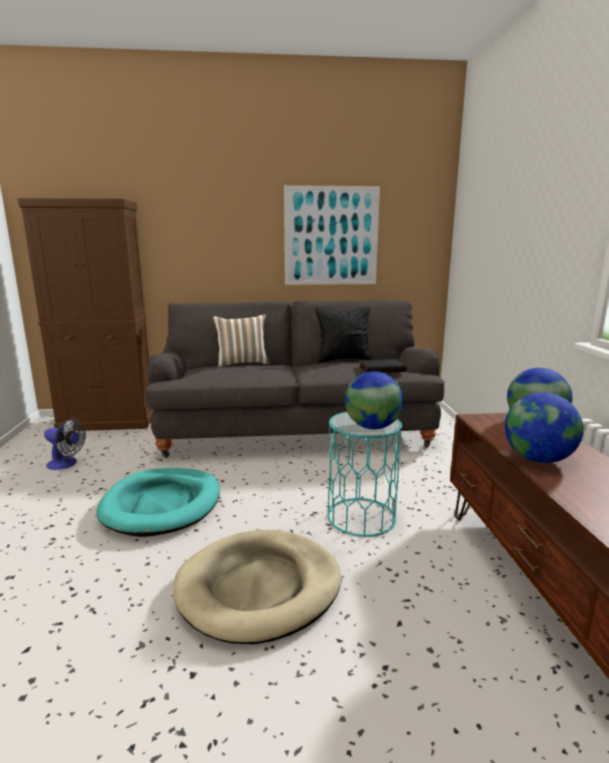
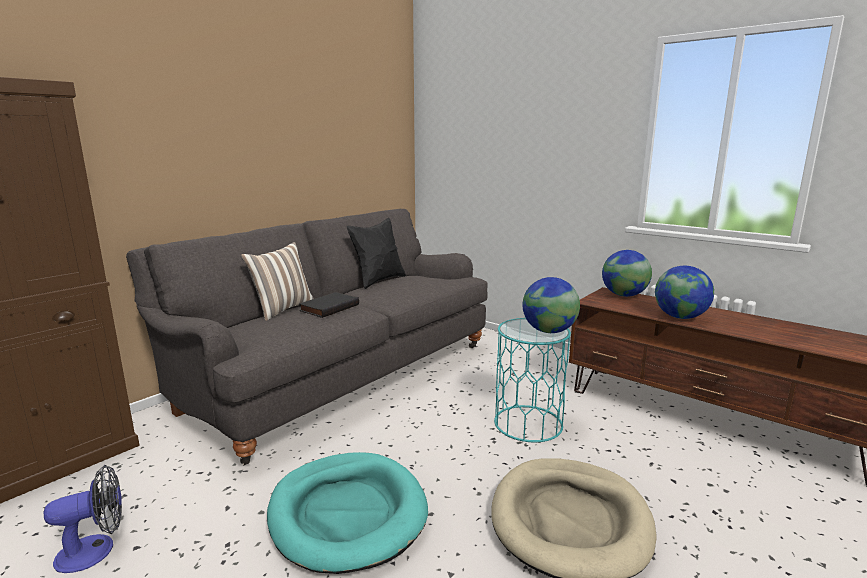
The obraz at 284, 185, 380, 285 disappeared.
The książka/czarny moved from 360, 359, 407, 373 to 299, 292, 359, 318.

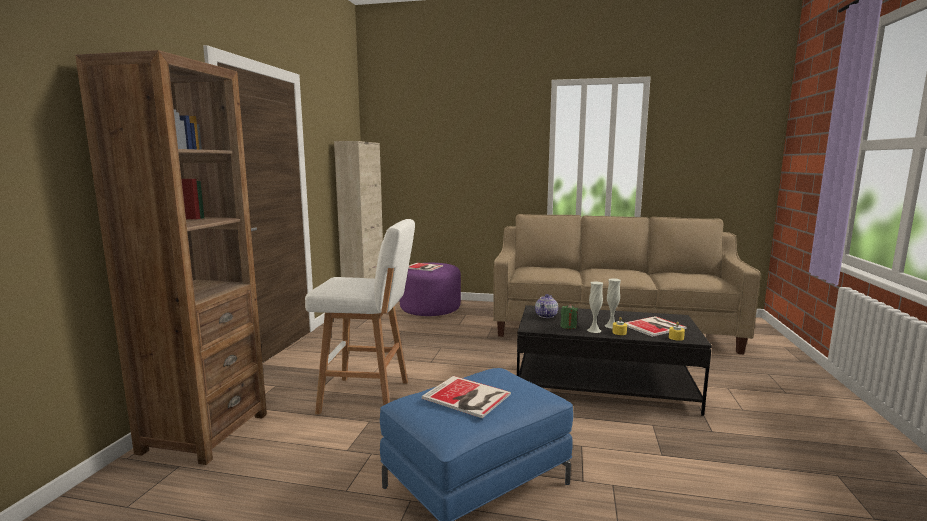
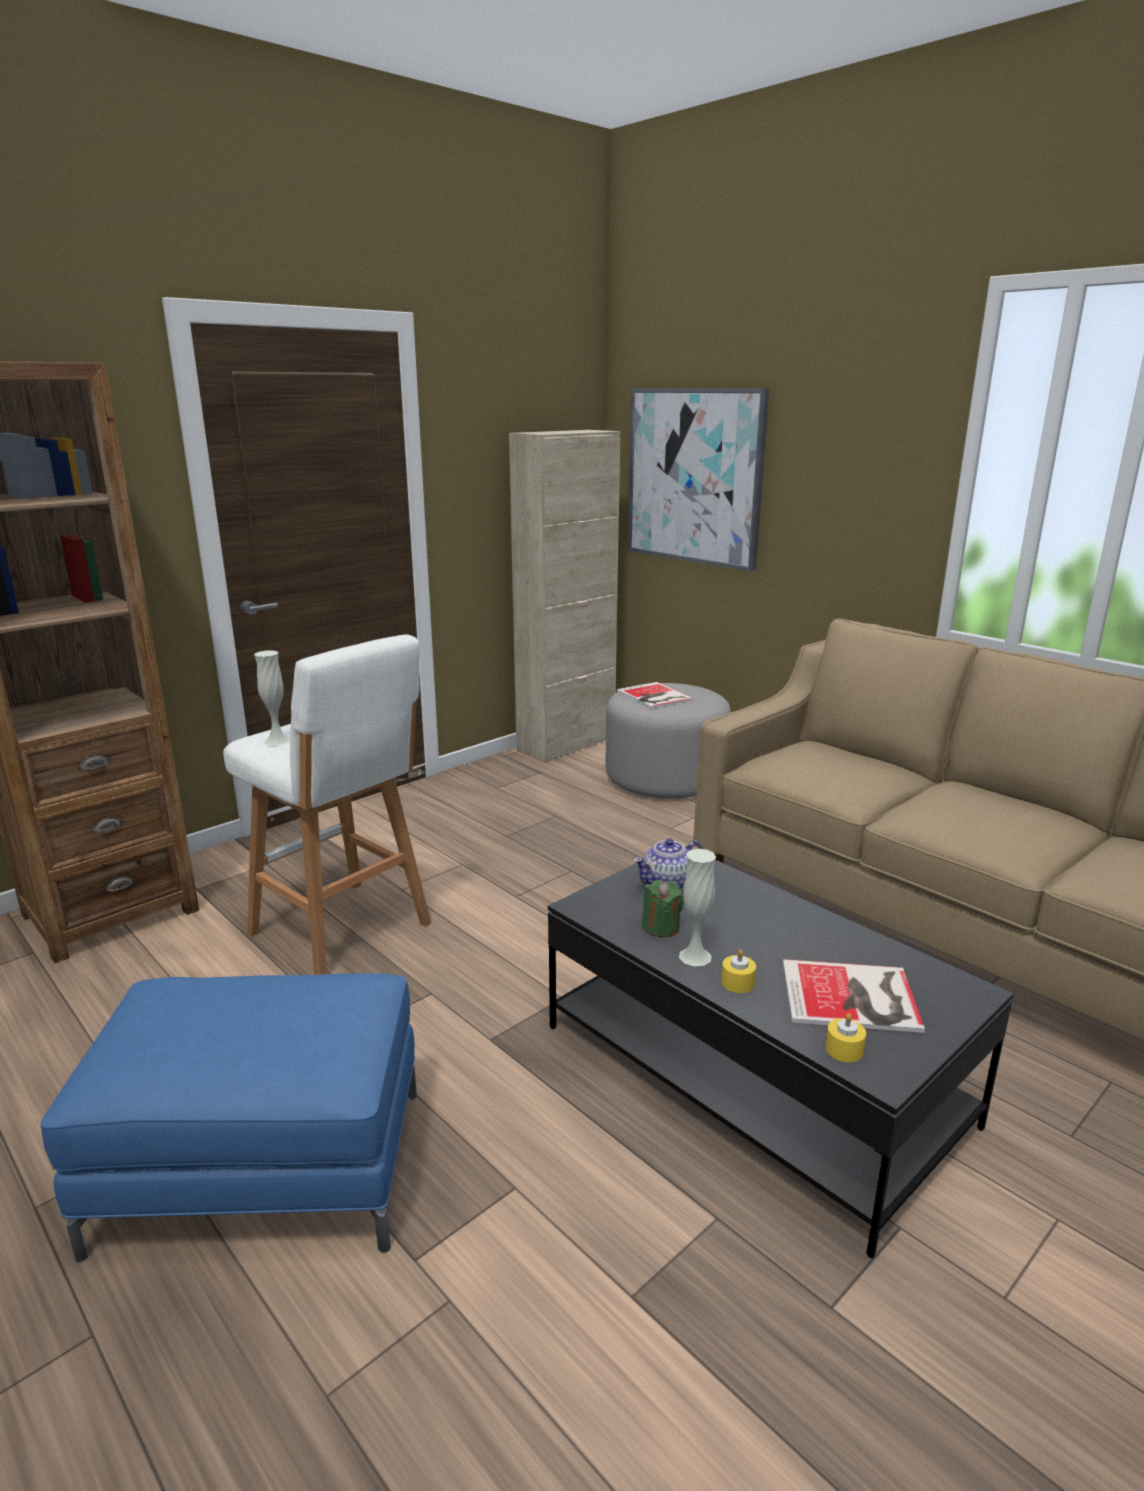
The książka at 422, 376, 511, 418 disappeared.
The obraz at 628, 388, 769, 571 appeared.
The wazon/biały moved from 604, 278, 621, 329 to 254, 650, 290, 746.
The pufa/fioletowy at 400, 263, 461, 316 became the pufa/szary at 605, 683, 731, 799.

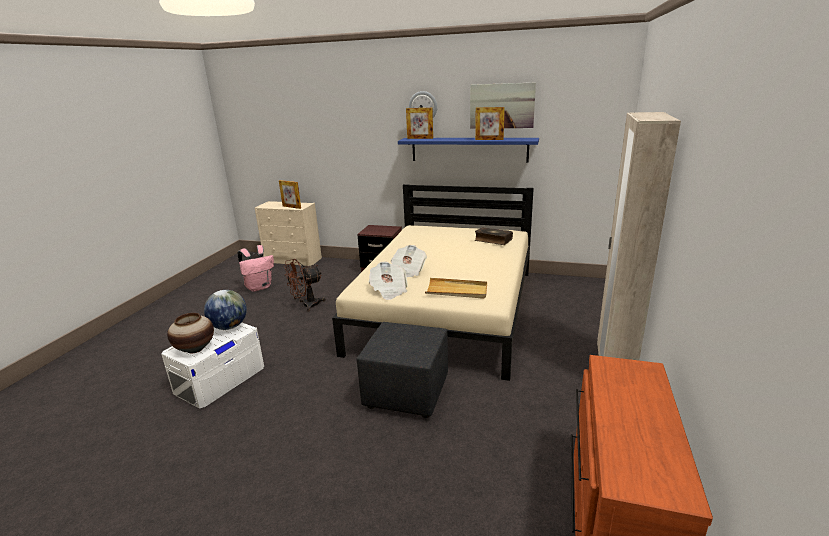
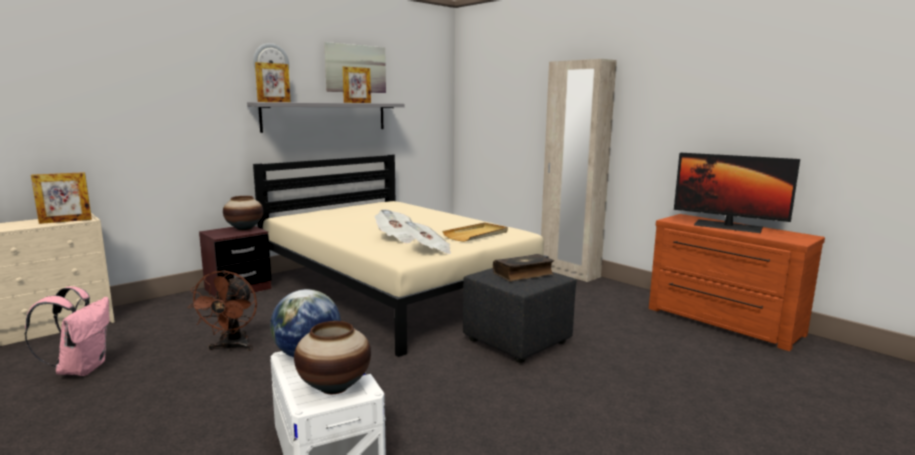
The wazon at 223, 196, 263, 230 appeared.
The monitor at 674, 153, 800, 233 appeared.
The książka moved from 475, 227, 513, 245 to 493, 254, 554, 282.
The półka/niebieski at 398, 138, 539, 163 became the półka/szary at 247, 102, 404, 133.

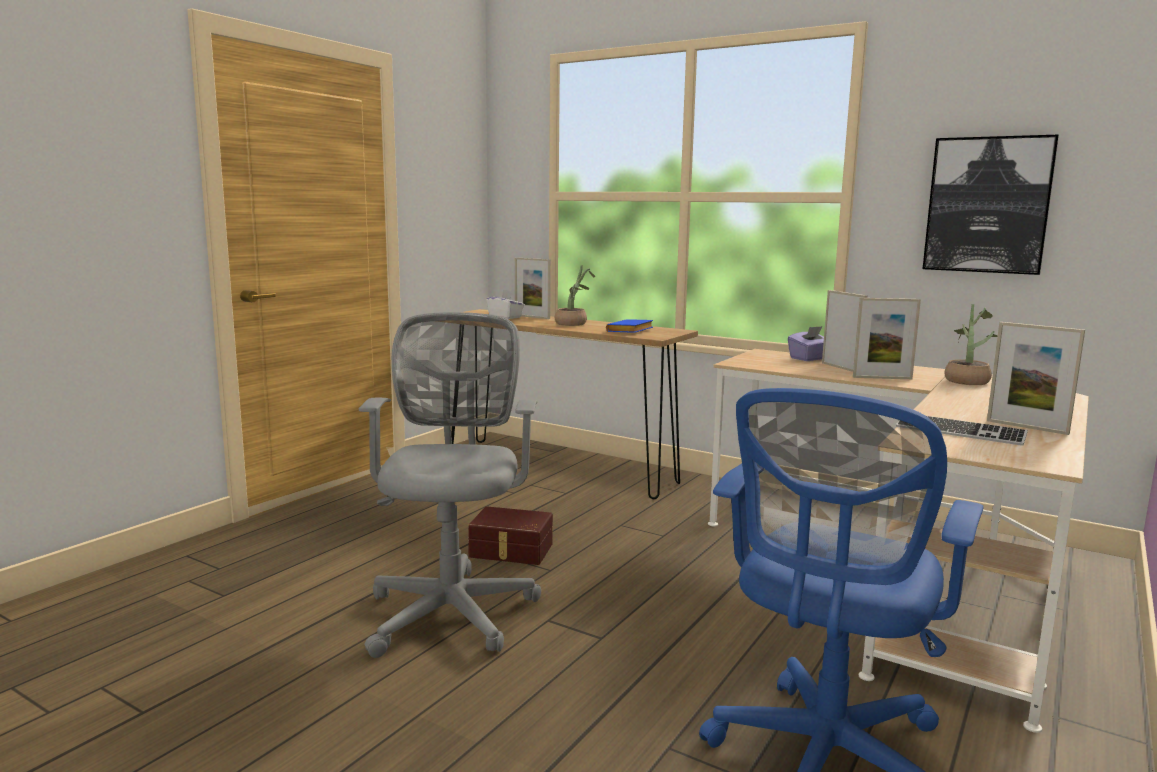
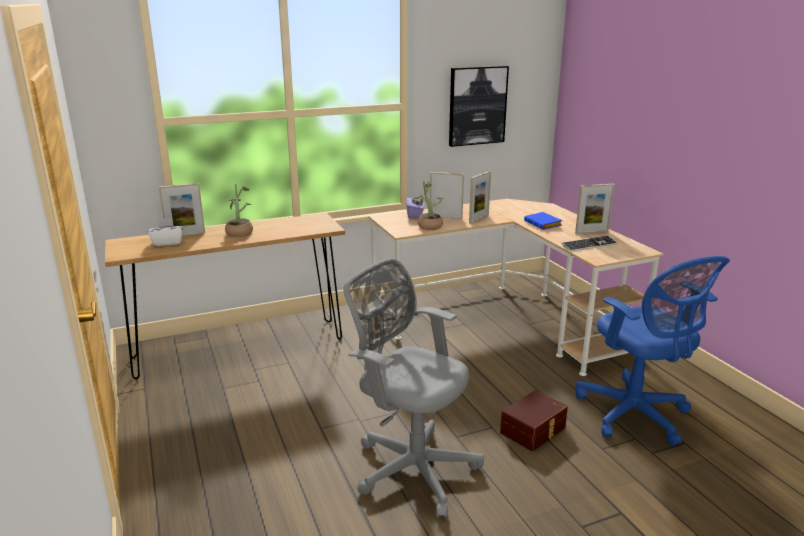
The pojemnik do przechowywania/brązowy moved from 468, 506, 553, 565 to 500, 390, 568, 451.
The książka/niebieski moved from 606, 319, 653, 333 to 524, 212, 562, 230.
The roślina doniczkowa moved from 945, 304, 998, 385 to 414, 181, 443, 230.

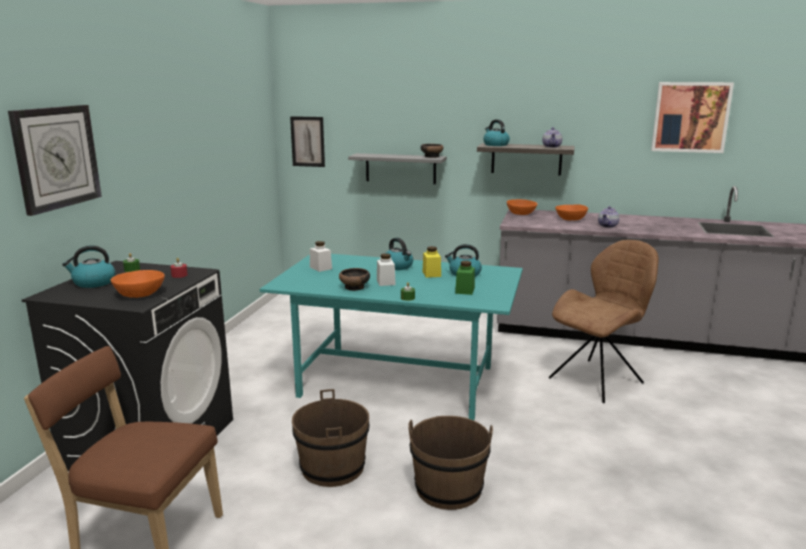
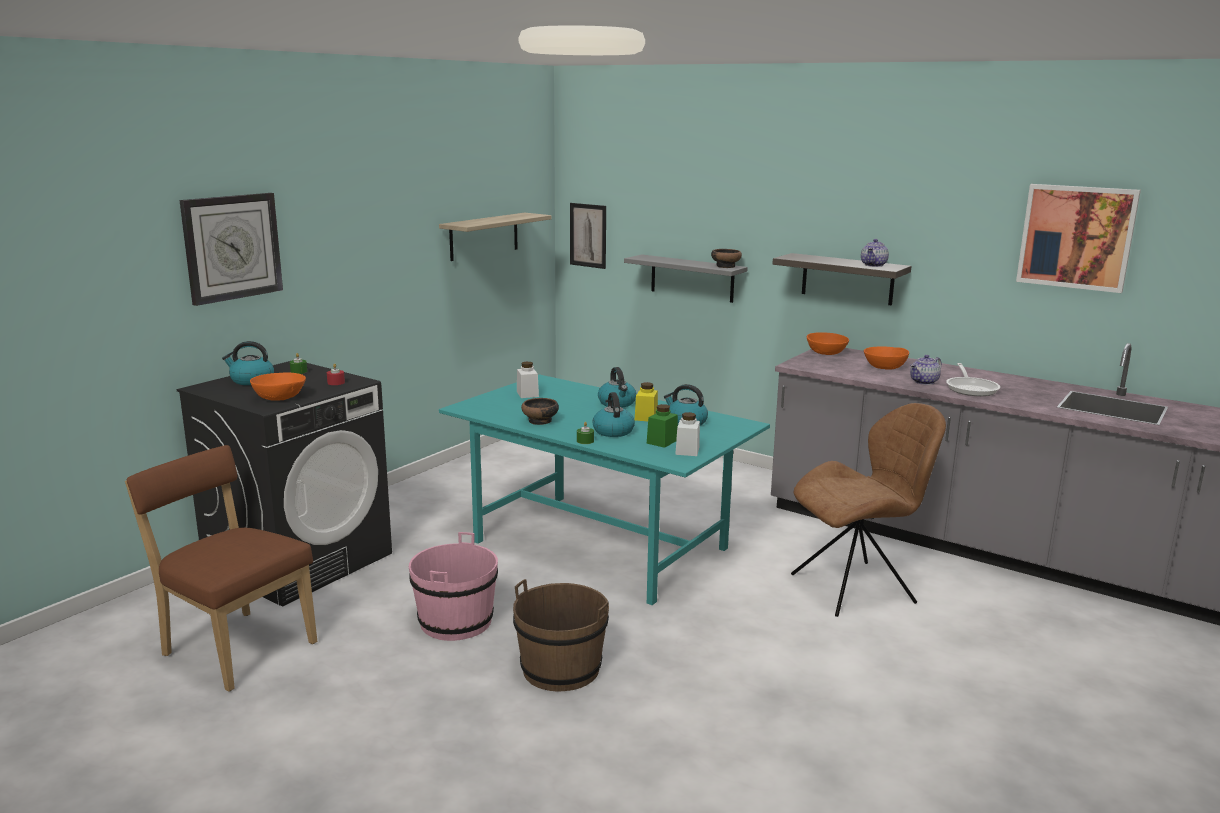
The półka at 439, 213, 552, 261 appeared.
The patelnia at 946, 363, 1000, 396 appeared.
The słoik/biały moved from 377, 253, 396, 286 to 675, 412, 700, 456.
The czajnik moved from 483, 119, 510, 146 to 592, 392, 635, 437.
The wiadro/brązowy at 292, 389, 370, 487 became the wiadro/różowy at 409, 532, 498, 641.

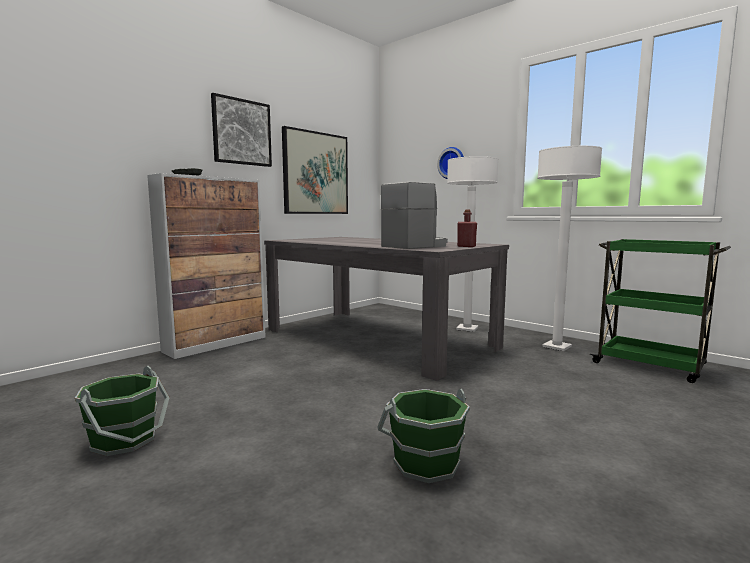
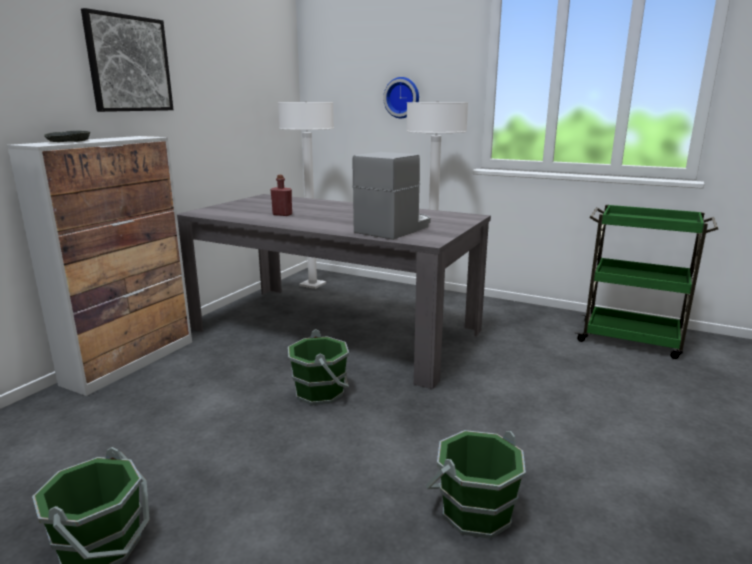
The obraz at 282, 126, 348, 214 disappeared.
The wiadro/zielony at 288, 329, 349, 405 appeared.
The butelka/czerwony moved from 457, 209, 477, 247 to 271, 175, 292, 216.
The lampa stojąca/biały moved from 537, 146, 602, 351 to 278, 101, 334, 289.

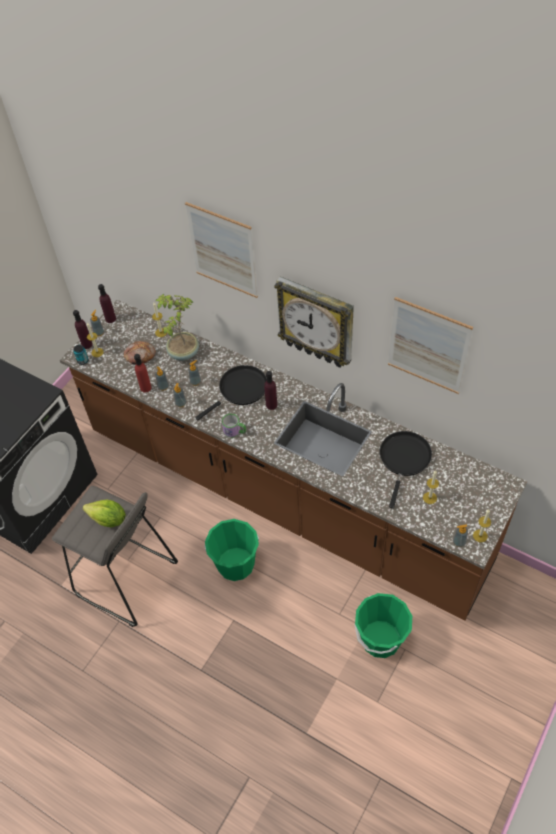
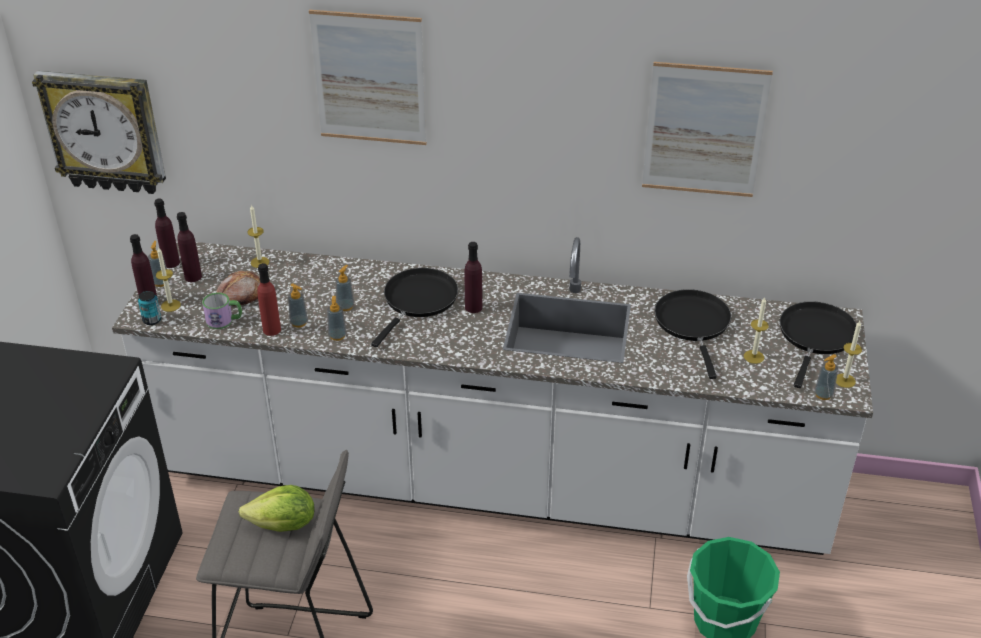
The roślina doniczkowa at 155, 294, 199, 361 disappeared.
The wiadro/zielony at 204, 519, 259, 581 disappeared.
The butelka/fioletowy at 177, 212, 202, 282 appeared.
The patelnia/czarny at 780, 301, 857, 388 appeared.
The kubek moved from 222, 413, 246, 438 to 202, 292, 242, 329.
The zegar ścienny moved from 274, 277, 354, 368 to 32, 71, 166, 194.
The zabudowa kuchenna/brązowy at 60, 300, 527, 621 became the zabudowa kuchenna/biały at 112, 237, 873, 555.

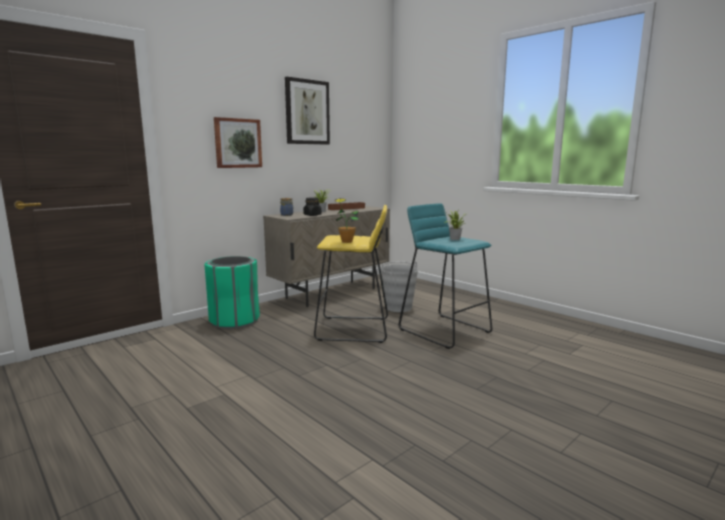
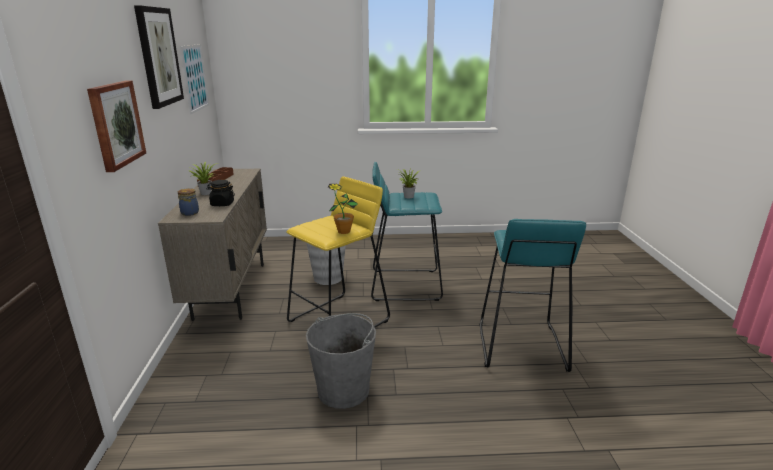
The kosz na śmieci/zielony at 205, 256, 260, 329 disappeared.
The obraz at 180, 44, 209, 114 appeared.
The wiadro/szary at 306, 313, 376, 409 appeared.
The stołek/turkusowy at 479, 219, 586, 372 appeared.

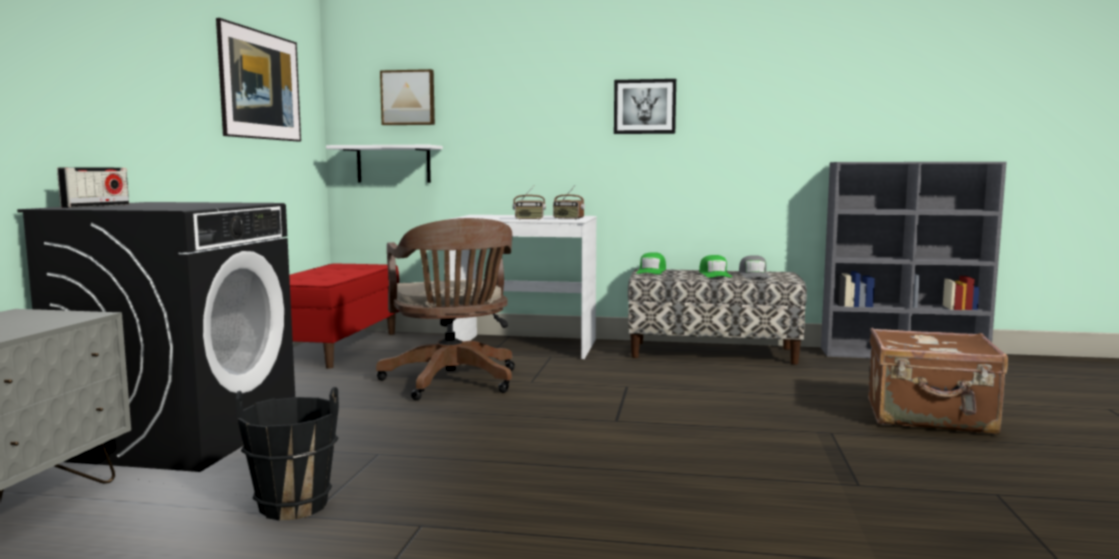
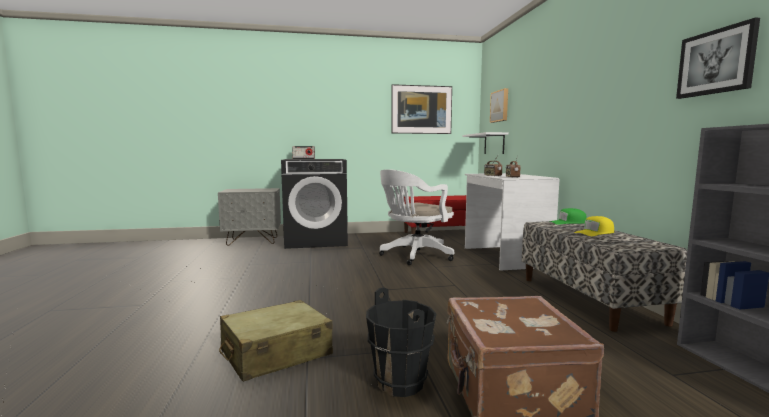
The czapka z daszkiem/szary at 739, 255, 771, 278 disappeared.
The walizka/beżowy at 219, 300, 333, 382 appeared.
The wiadro/czarny moved from 236, 387, 339, 520 to 366, 287, 436, 397.
The obraz moved from 614, 79, 676, 134 to 676, 17, 760, 99.
The krzesło biurowe/brązowy at 376, 218, 515, 400 became the krzesło biurowe/biały at 379, 169, 454, 265.
The czapka z daszkiem/zielony at 699, 255, 732, 278 became the czapka z daszkiem/żółty at 574, 216, 614, 236.

